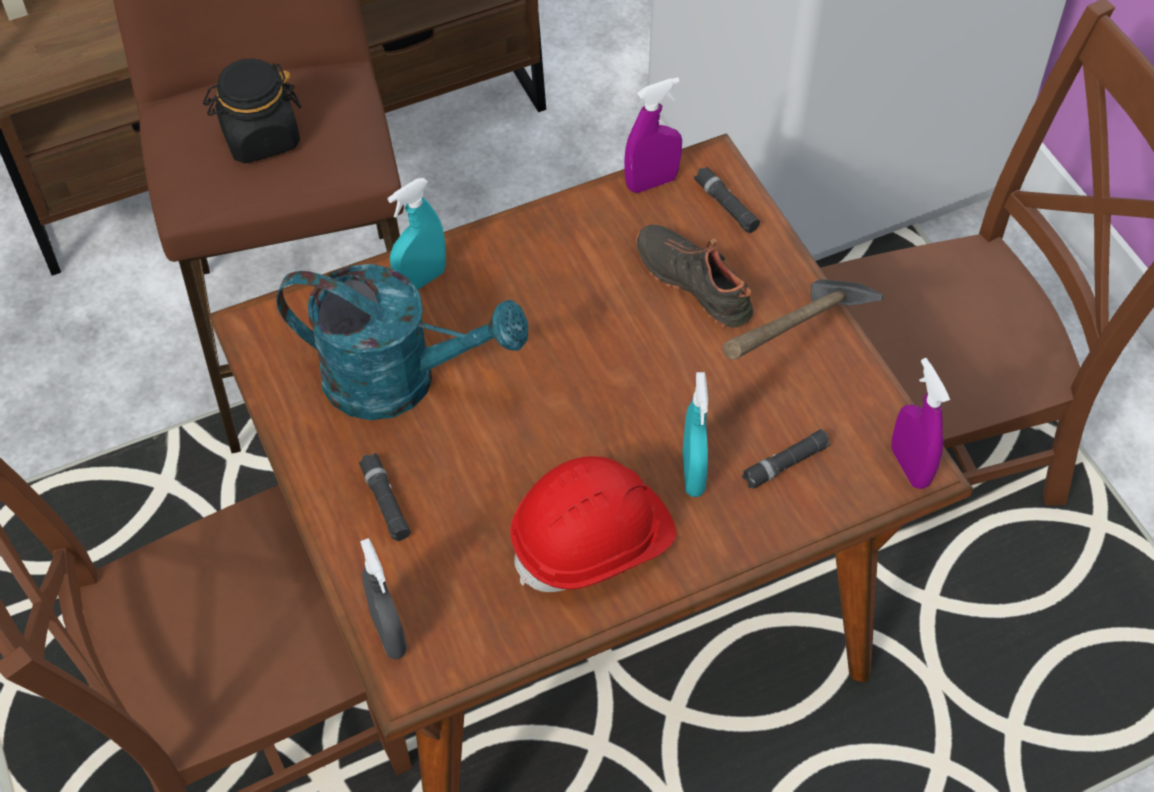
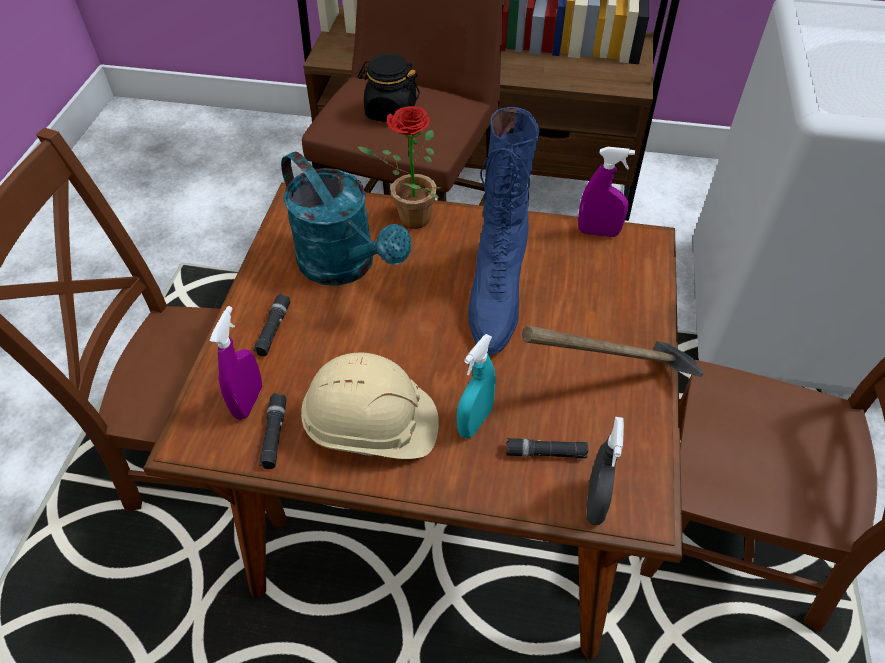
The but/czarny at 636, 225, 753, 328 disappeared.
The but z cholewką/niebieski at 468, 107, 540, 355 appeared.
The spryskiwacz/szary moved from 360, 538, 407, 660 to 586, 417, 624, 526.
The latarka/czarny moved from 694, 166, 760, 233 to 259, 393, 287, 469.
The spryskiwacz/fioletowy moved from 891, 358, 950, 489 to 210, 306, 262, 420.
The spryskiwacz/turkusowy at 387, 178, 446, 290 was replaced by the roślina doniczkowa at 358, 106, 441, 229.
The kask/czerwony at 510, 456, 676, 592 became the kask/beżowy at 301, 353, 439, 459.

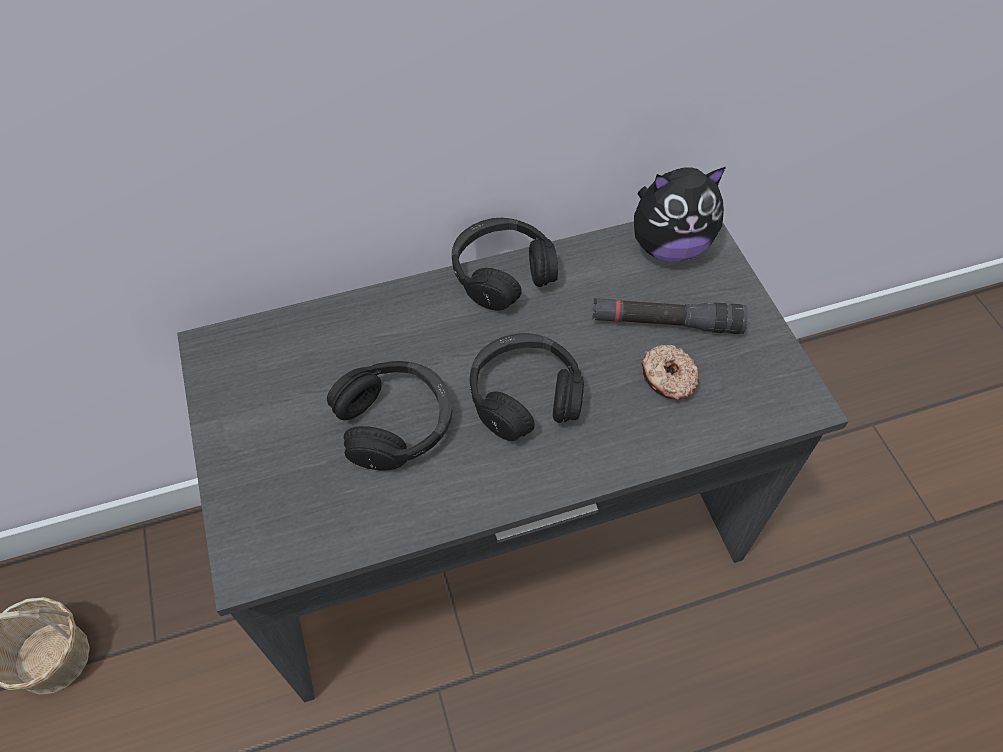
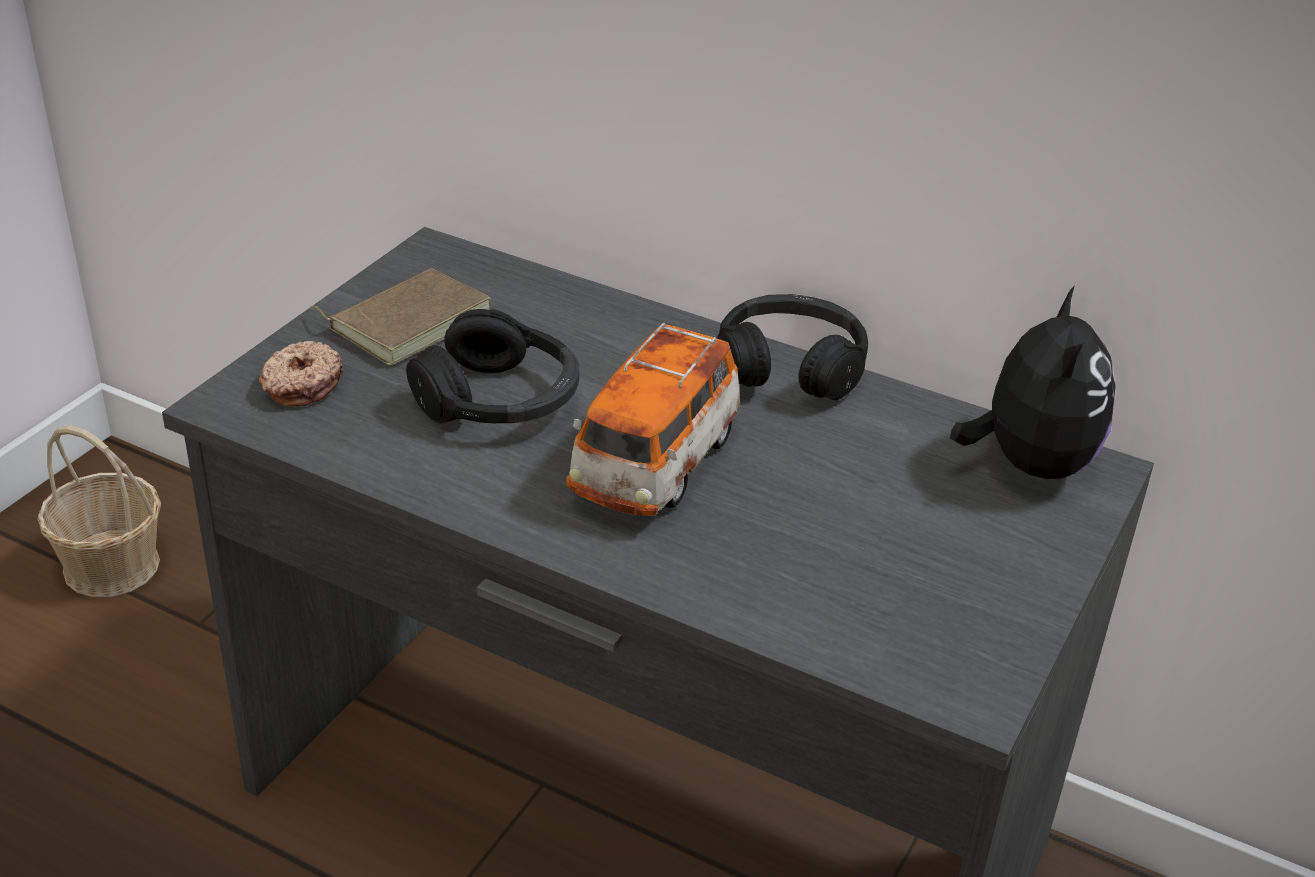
The latarka/czarny at 592, 298, 748, 334 disappeared.
The książka/brązowy at 311, 268, 491, 365 appeared.
The donut moved from 641, 345, 699, 400 to 259, 341, 343, 407.
The słuchawki/czarny at 470, 333, 584, 441 was replaced by the samochodzik at 566, 322, 740, 516.
The pluszak at 634, 167, 726, 261 turned 120 degrees counterclockwise.

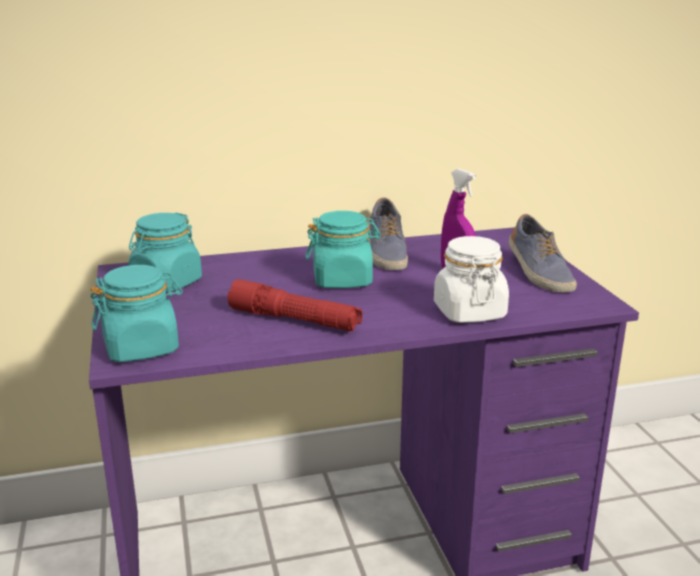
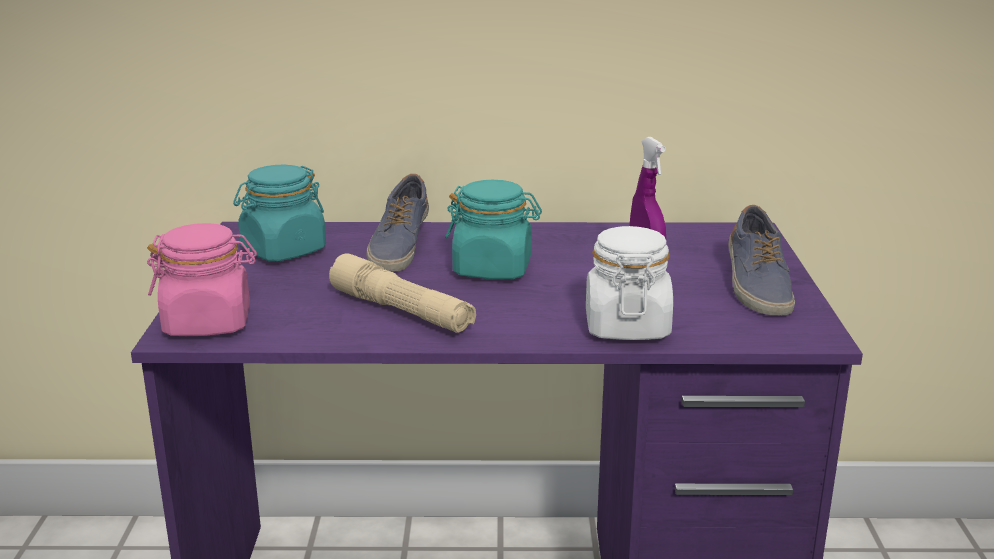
The but moved from 369, 197, 408, 270 to 366, 174, 429, 272.
The słoik/turkusowy at 91, 265, 183, 362 became the słoik/różowy at 147, 223, 257, 336.
The latarka/czerwony at 227, 279, 363, 331 became the latarka/beżowy at 329, 253, 476, 333.

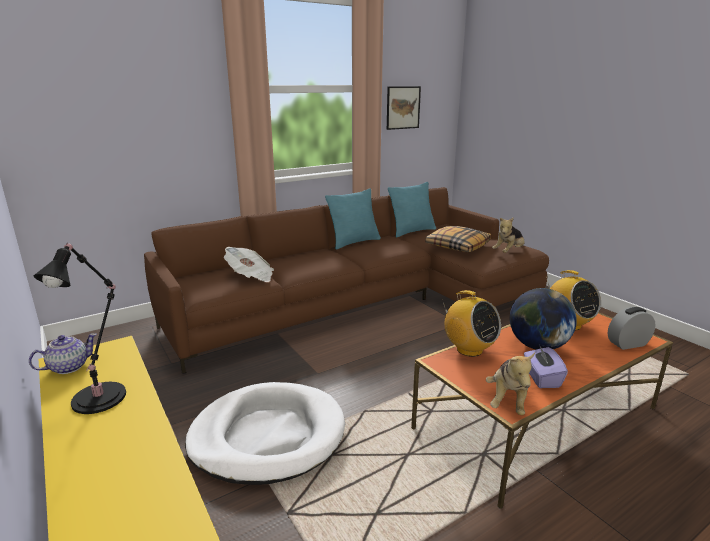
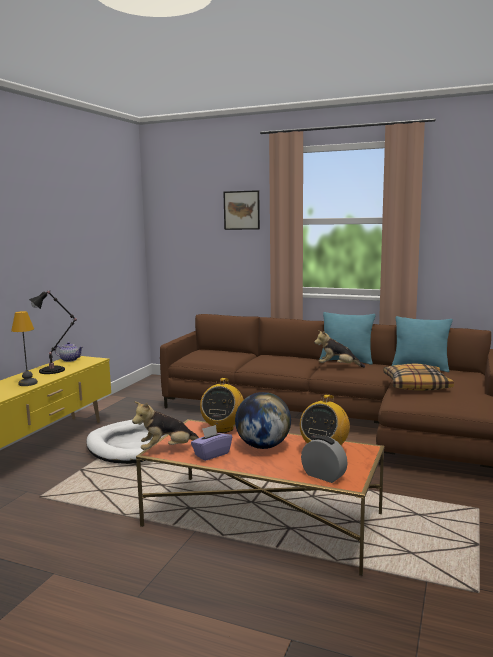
The gazeta at 224, 247, 274, 282 disappeared.
The lampa stołowa at 11, 311, 38, 386 appeared.
The obraz moved from 387, 86, 421, 130 to 223, 190, 260, 230.
The pluszak moved from 492, 217, 525, 253 to 314, 330, 365, 368.

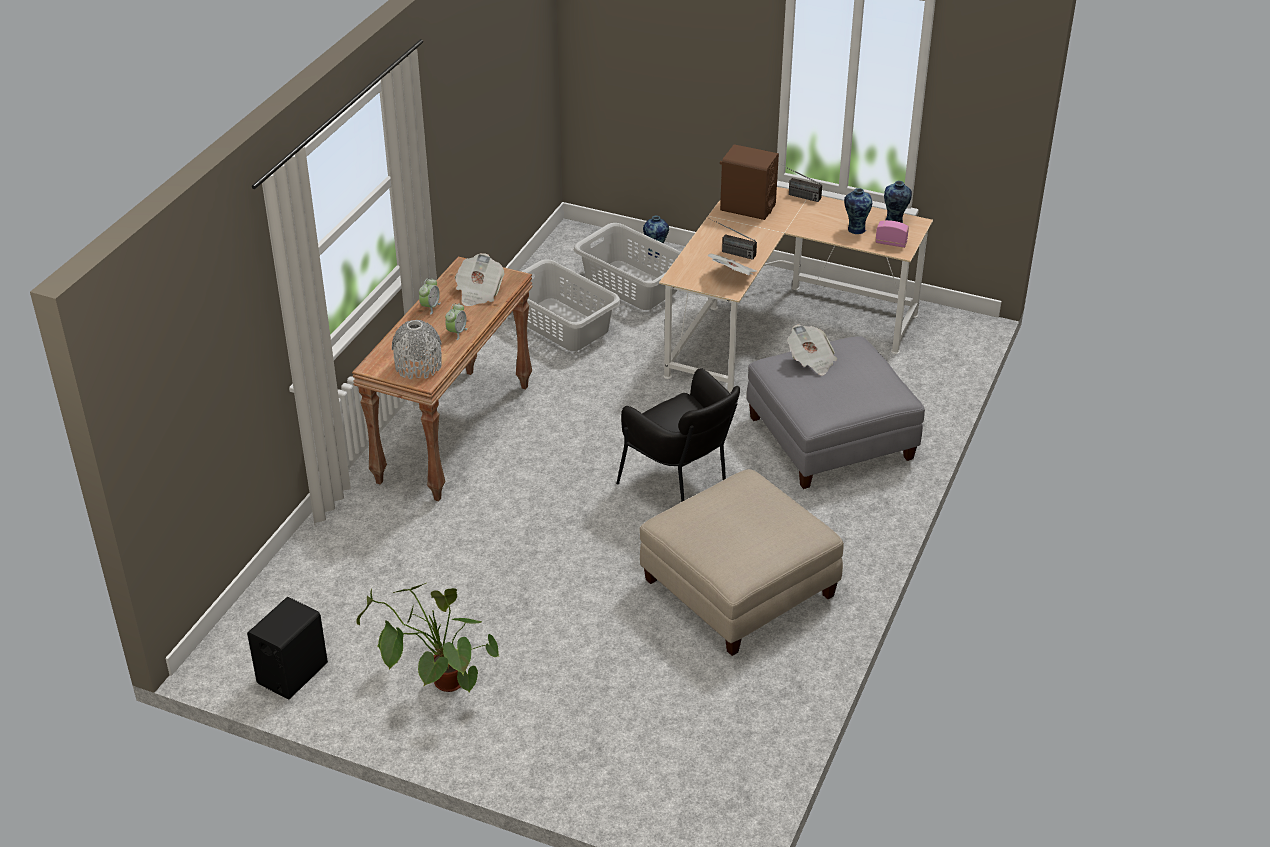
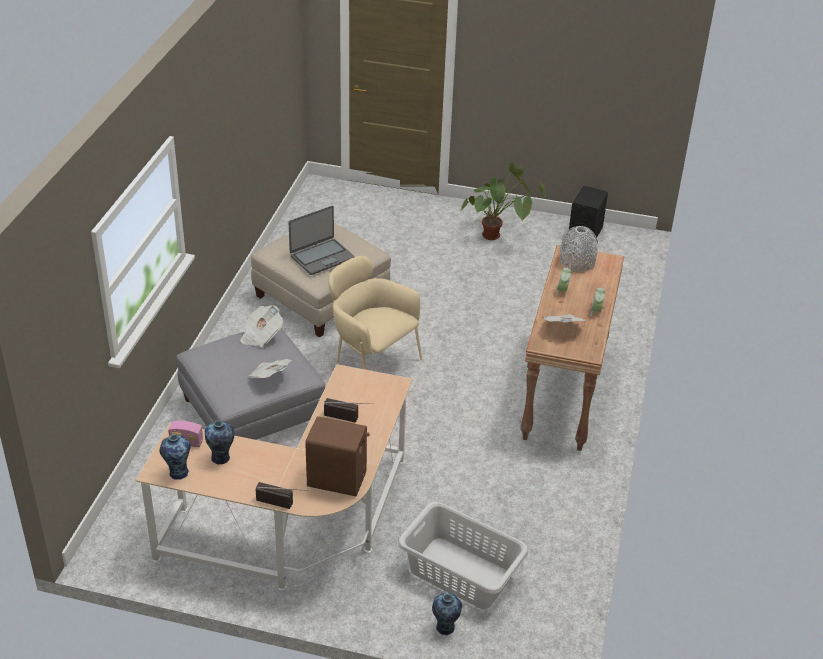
The kosz na pranie/szary at 521, 259, 621, 351 disappeared.
The laptop at 288, 206, 355, 275 appeared.
The gazeta moved from 708, 254, 757, 275 to 240, 305, 283, 347.
The fotel/czarny at 616, 368, 740, 502 became the fotel/beżowy at 329, 256, 423, 370.

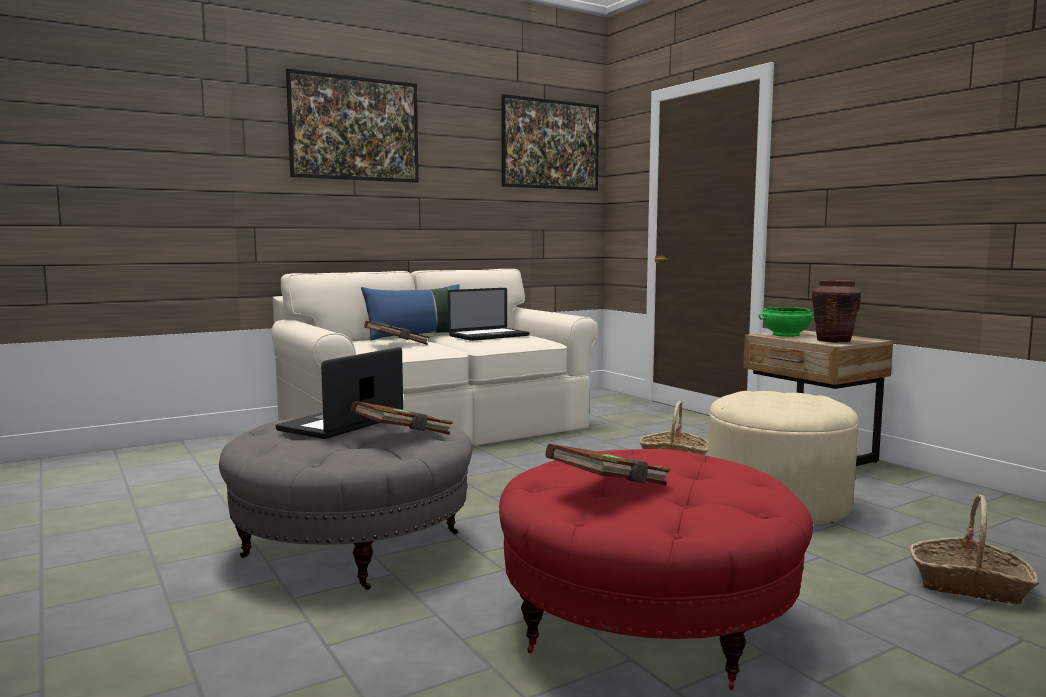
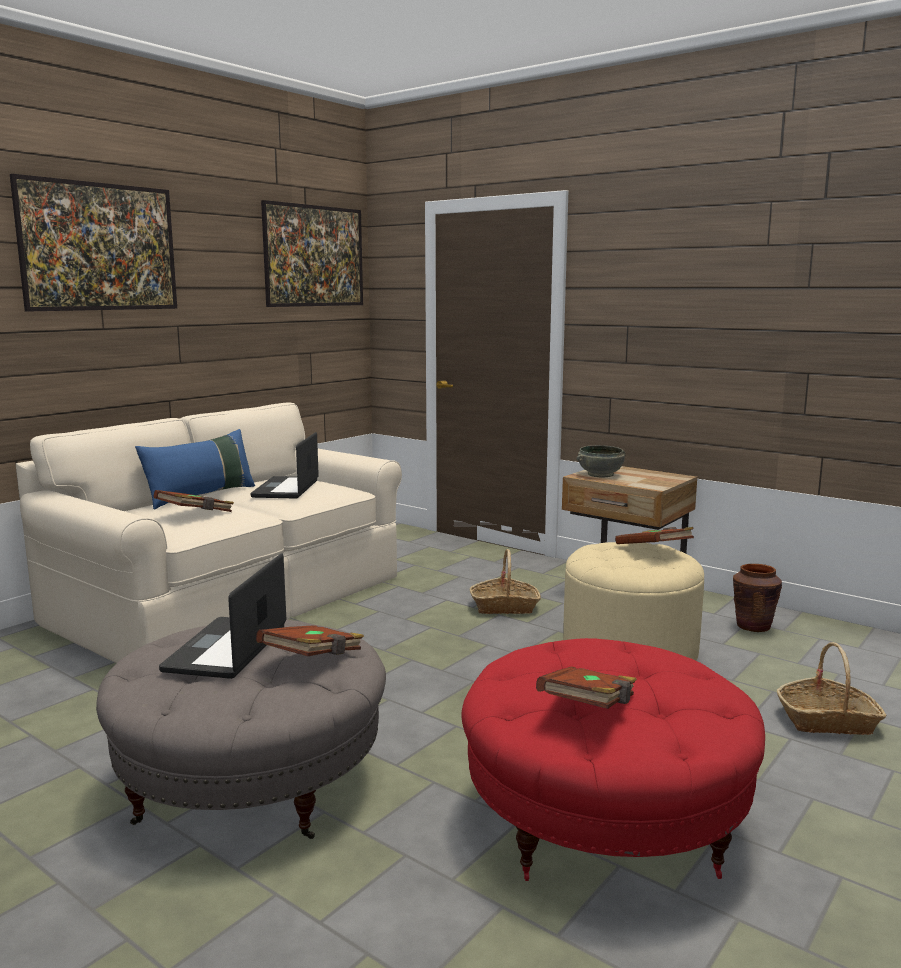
The książka/brązowy at 615, 527, 694, 544 appeared.
The wazon/brązowy moved from 812, 280, 861, 342 to 733, 564, 782, 632.
The miska/zielony at 758, 307, 814, 337 became the miska/szary at 577, 445, 626, 477.
The laptop at 448, 288, 529, 341 turned 150 degrees clockwise.

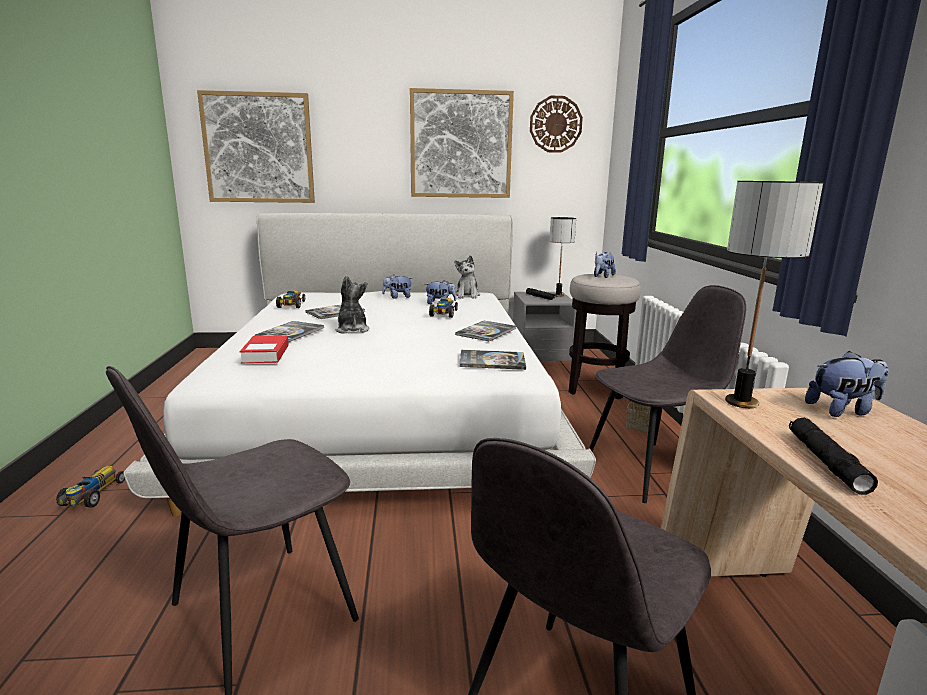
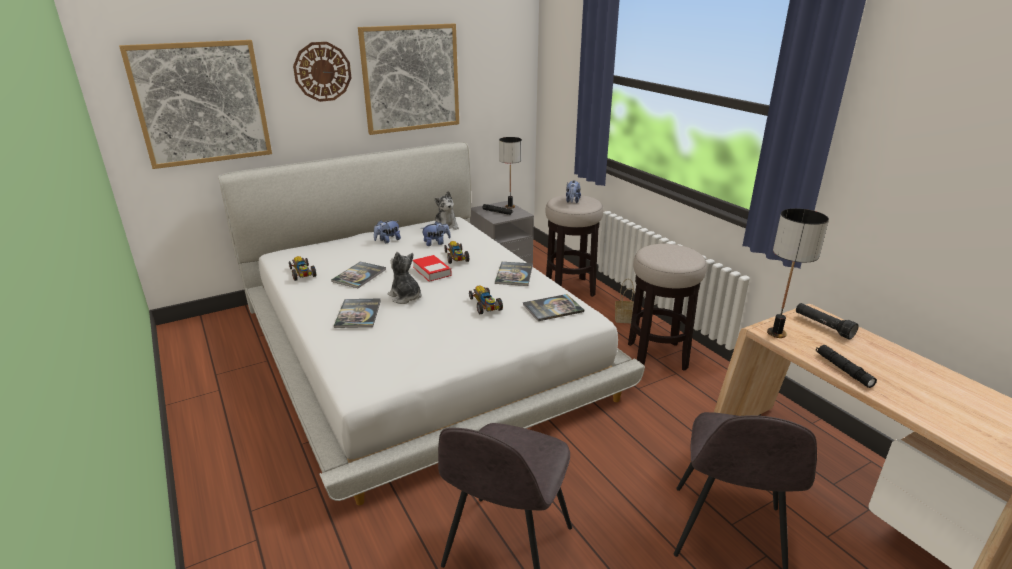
The samochodzik moved from 56, 466, 125, 508 to 469, 285, 503, 314.
The książka moved from 240, 335, 289, 364 to 413, 255, 452, 282.
The zegar ścienny moved from 530, 96, 583, 153 to 293, 42, 351, 102.
The krzesło/szary at 589, 285, 746, 503 was replaced by the stołek at 628, 244, 707, 371.
The pluszak at 805, 351, 889, 417 was replaced by the latarka/czarny at 796, 303, 859, 340.

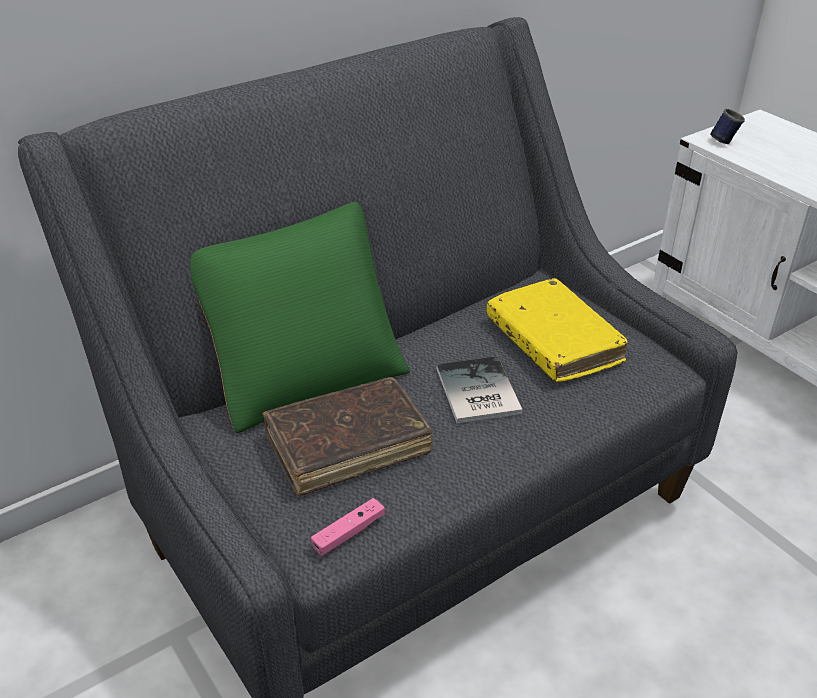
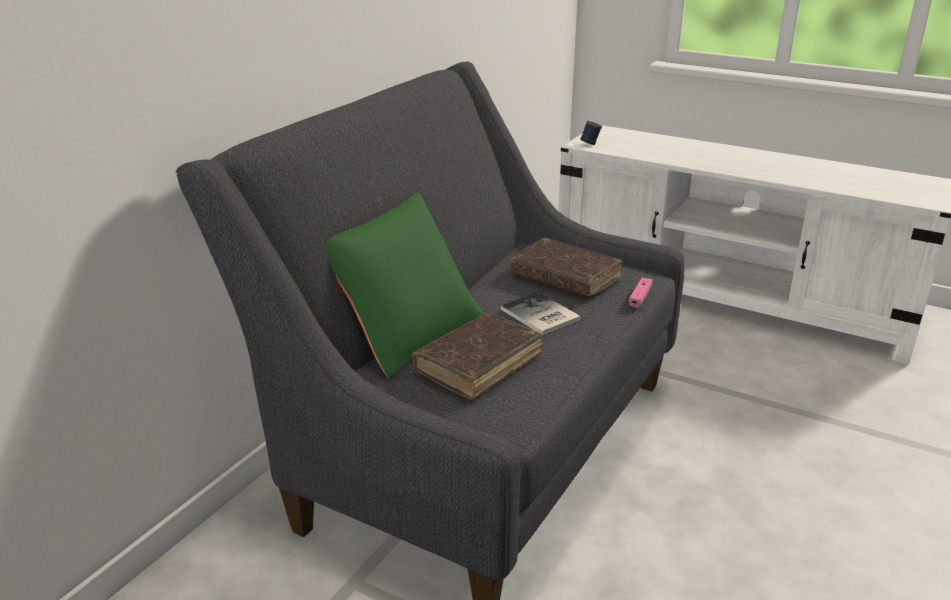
The pad do gier/różowy moved from 311, 498, 385, 556 to 629, 277, 653, 308.
The książka/żółty at 487, 278, 628, 382 became the książka/brązowy at 510, 238, 622, 296.

